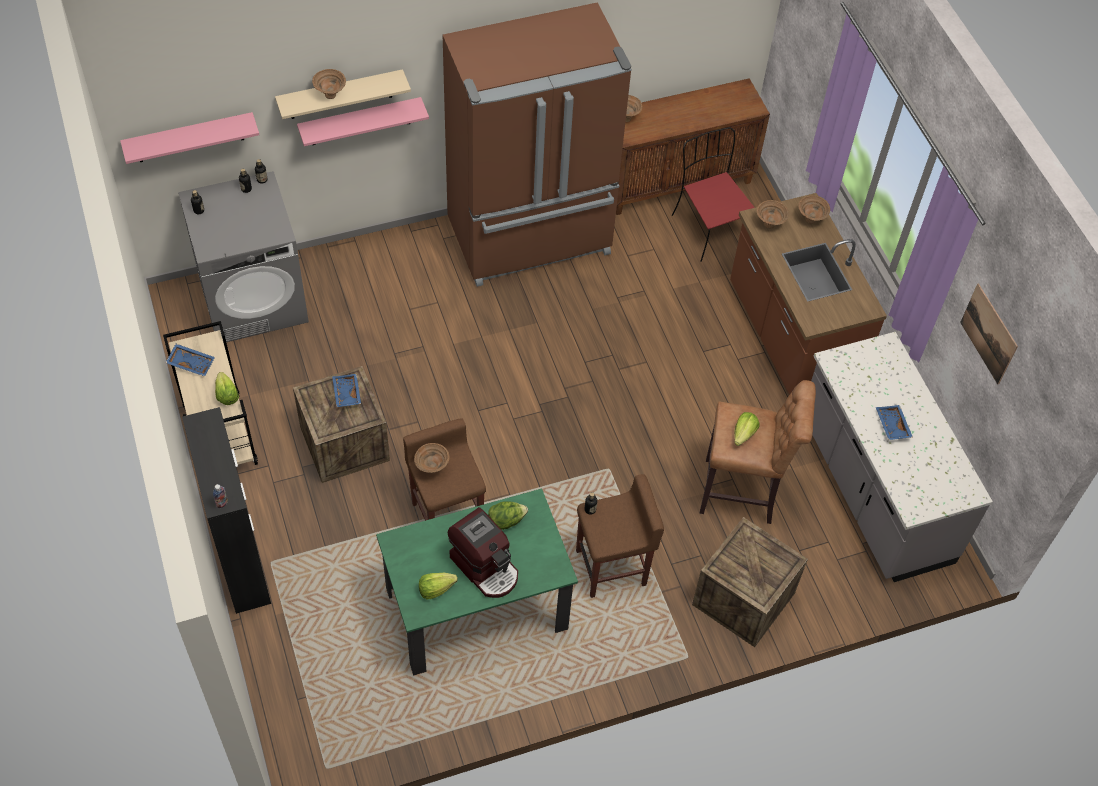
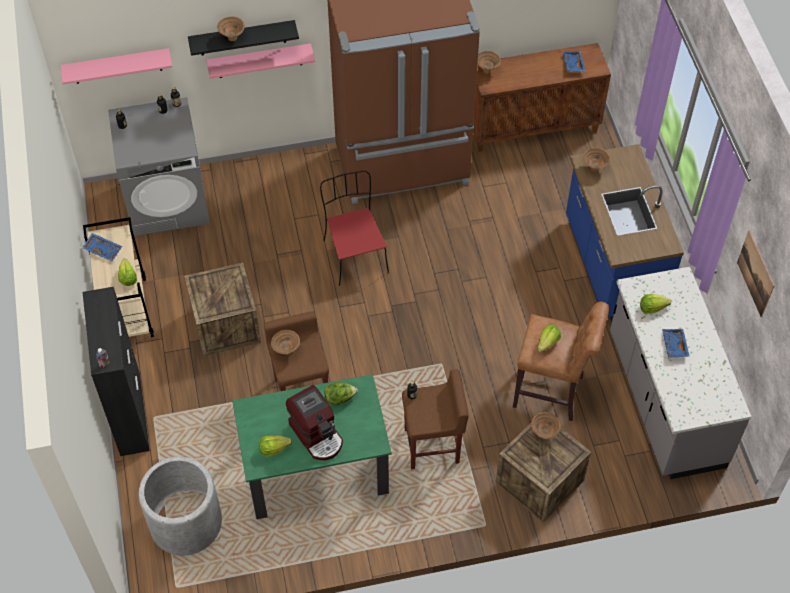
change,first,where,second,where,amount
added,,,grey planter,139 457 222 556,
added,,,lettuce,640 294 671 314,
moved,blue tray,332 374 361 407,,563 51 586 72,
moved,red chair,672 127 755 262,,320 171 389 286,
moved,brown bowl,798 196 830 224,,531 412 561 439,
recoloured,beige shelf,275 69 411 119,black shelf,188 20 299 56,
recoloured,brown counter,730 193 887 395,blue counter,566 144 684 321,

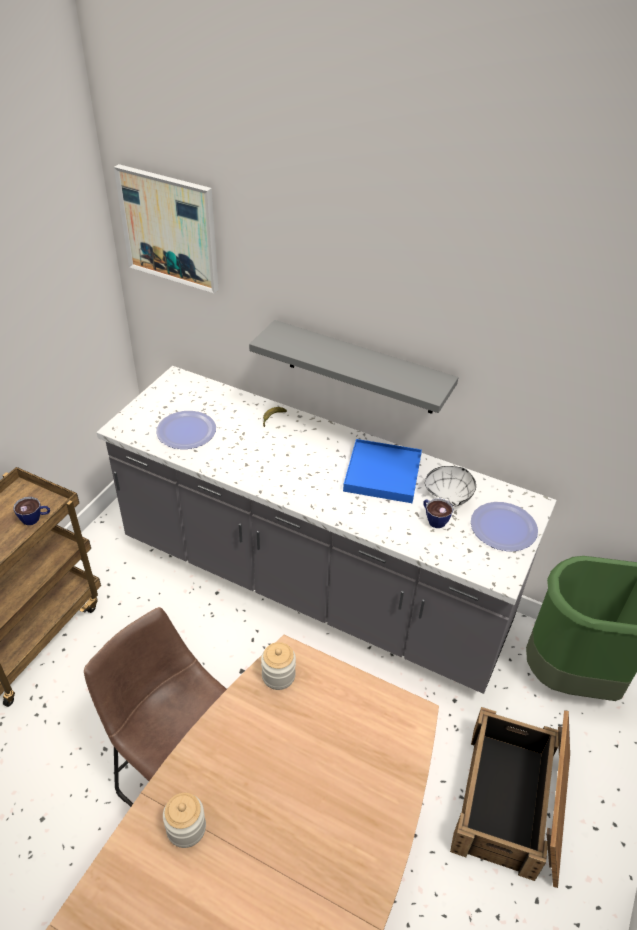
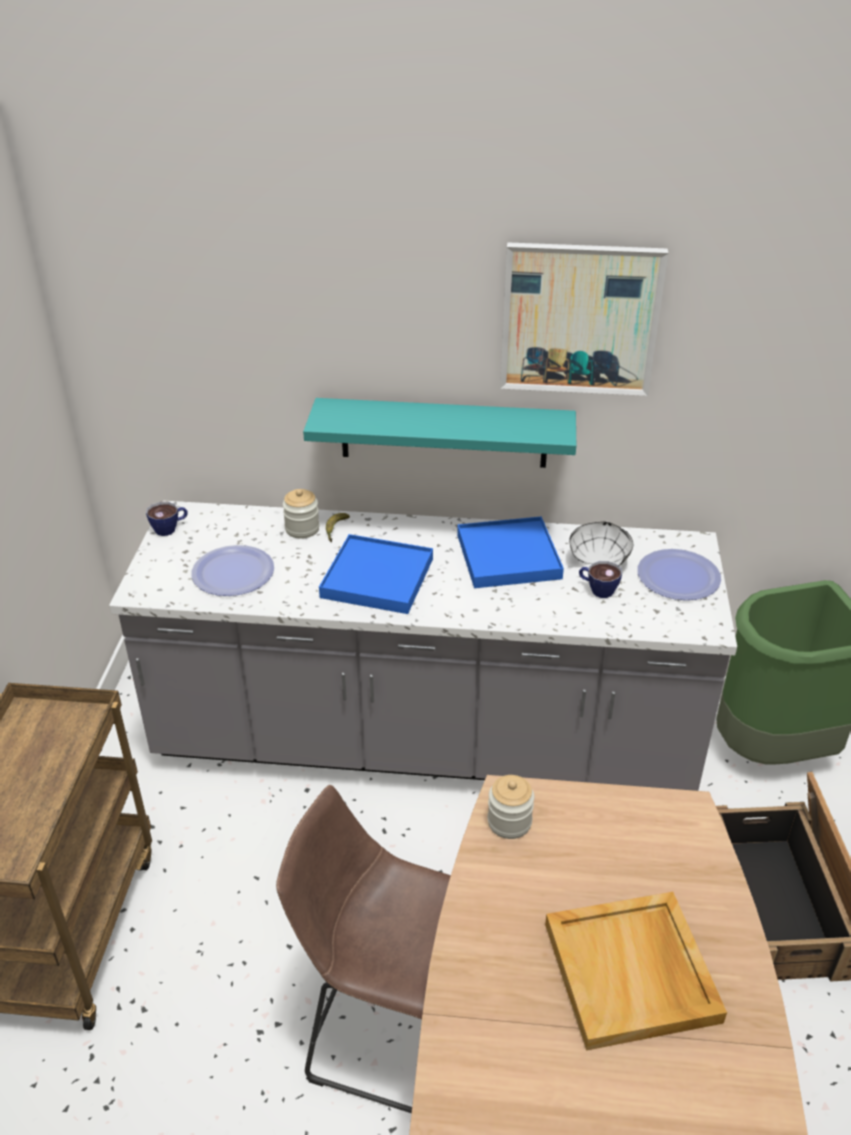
change,first,where,second,where,amount
added,,,blue tray,319 534 433 614,
added,,,beige tray,545 892 727 1051,
moved,cup,13 497 50 525,,146 502 187 536,
moved,picture,114 164 219 294,,500 242 668 396,
moved,jar,163 793 206 848,,282 489 320 539,
recoloured,grey shelf,249 320 458 414,turquoise shelf,303 398 576 468,

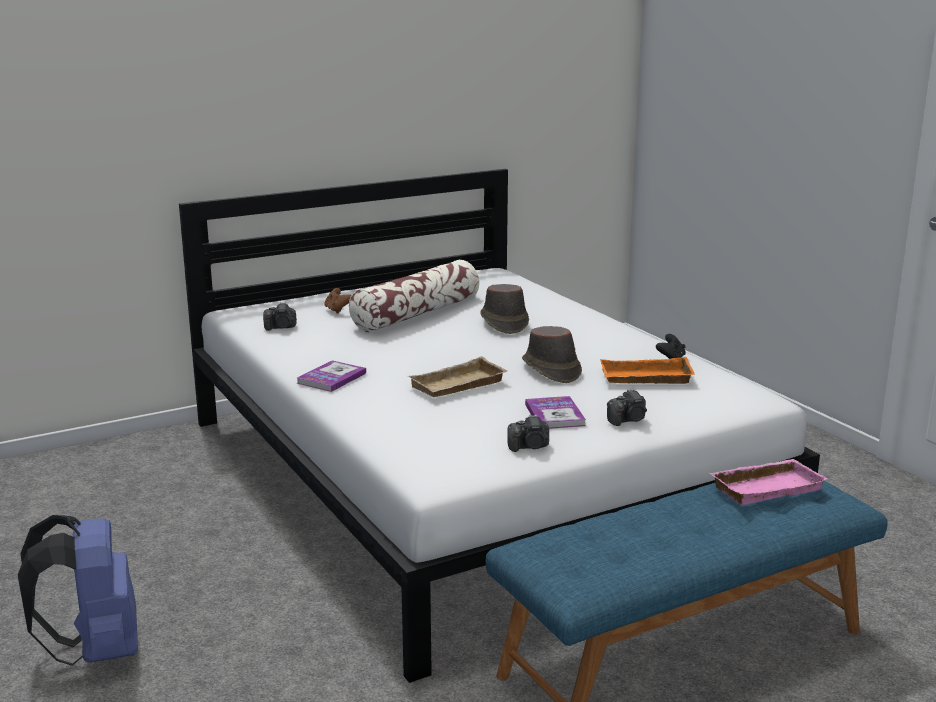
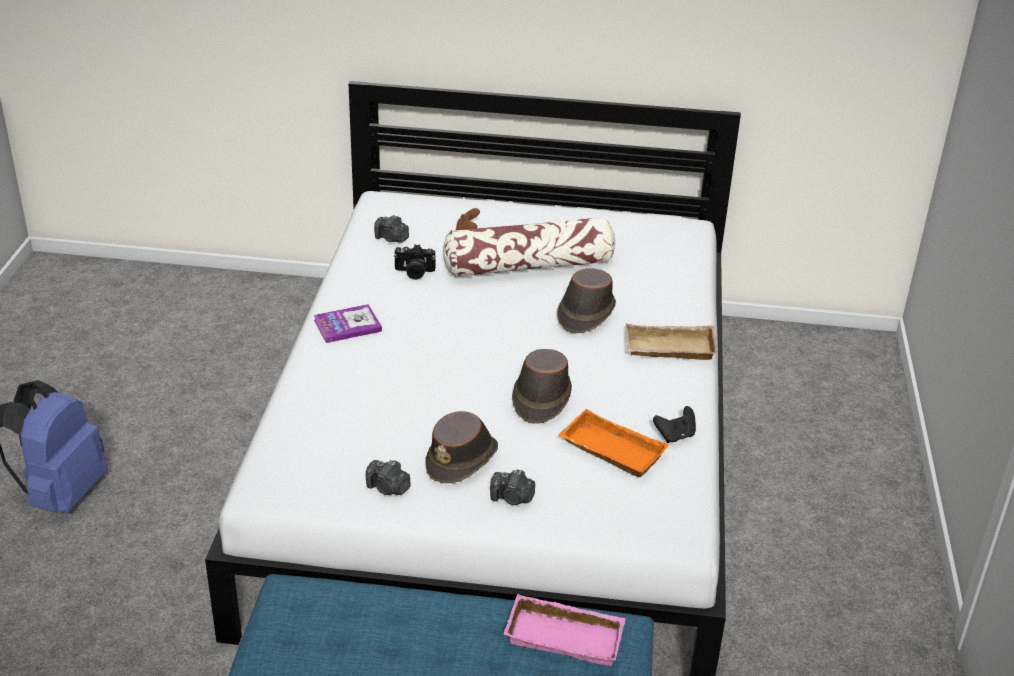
change,first,where,second,where,amount
added,,,photo camera,394 244 435 280,
moved,beige tray,408 356 507 397,,625 324 718 360,
replaced,book,525 396 586 429,brown hat,425 411 498 483,

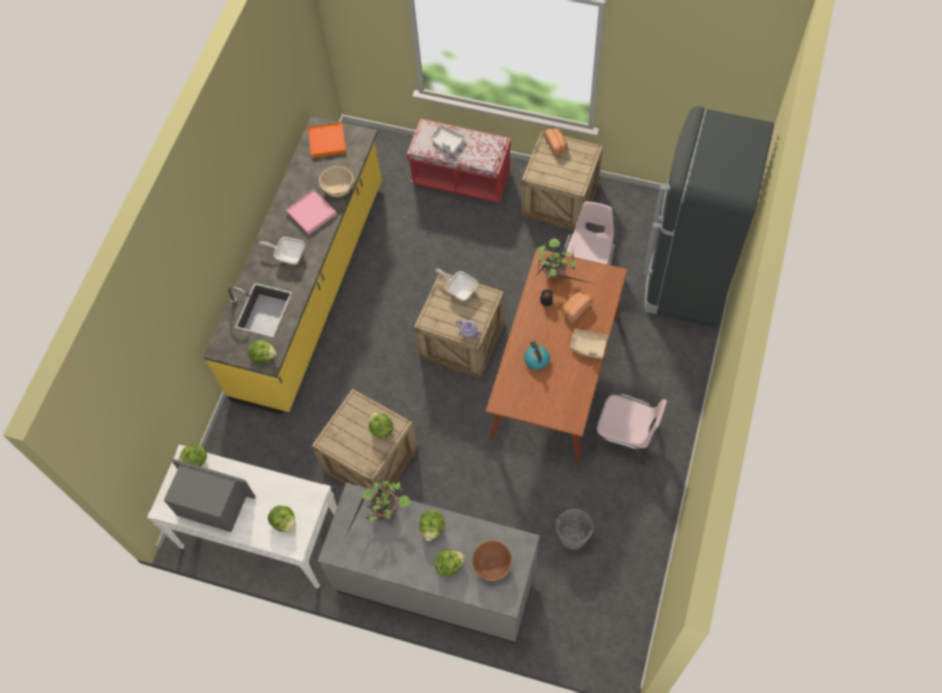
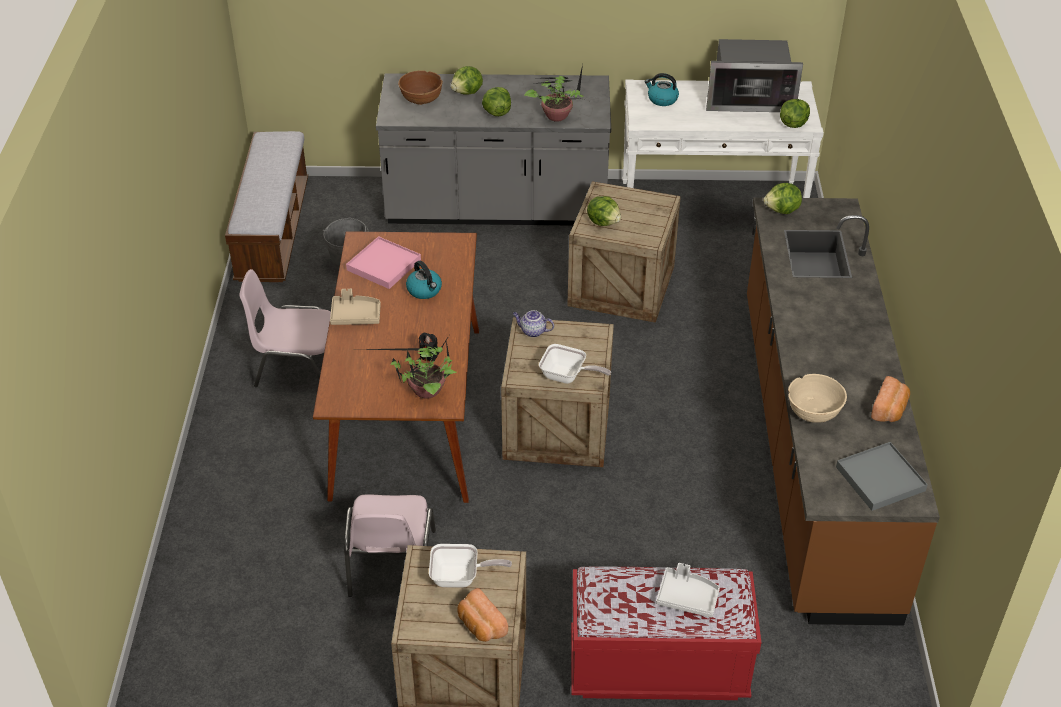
change,first,where,second,where,amount
removed,black fridge,644 106 774 328,,,
added,,,bench,225 131 308 282,
moved,frying pan,258 237 305 265,,429 544 512 588,
moved,pink tray,286 190 337 235,,346 236 421 289,
moved,bread,562 292 591 323,,871 376 910 422,
replaced,lettuce,268 505 296 532,kettle,645 73 679 106,
recoloured,yellow counter,204 116 382 414,brown counter,747 197 940 626,
recoloured,orange tray,308 122 346 158,grey tray,836 442 928 511,

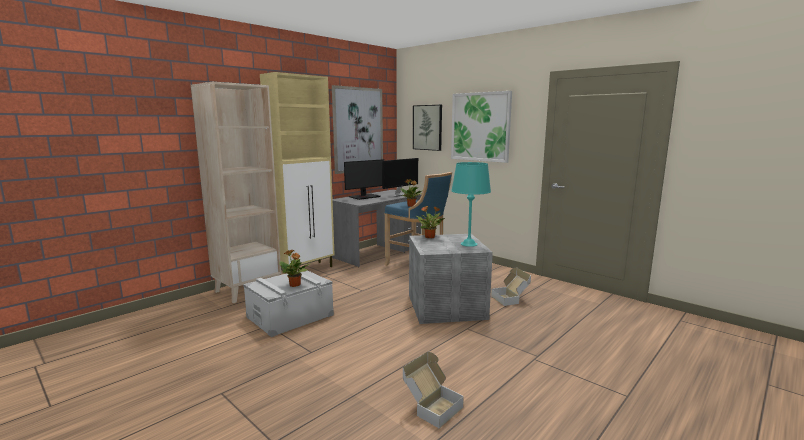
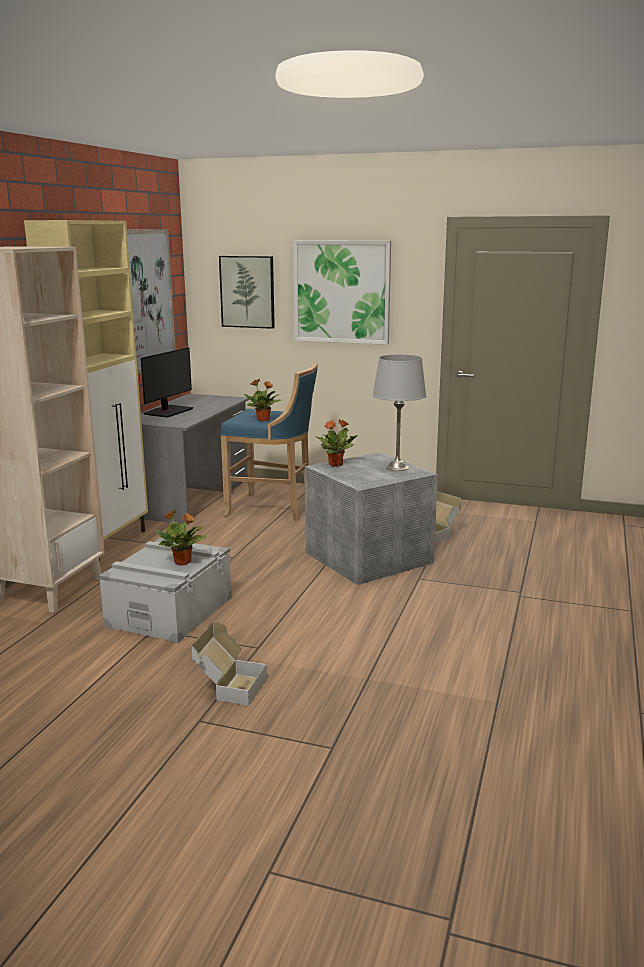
change,first,where,second,where,amount
removed,monitor,382 158 418 197,,,
moved,cardboard box,403 352 464 428,,192 622 267 706,
recoloured,turquoise table lamp,451 162 491 247,grey table lamp,373 354 426 471,

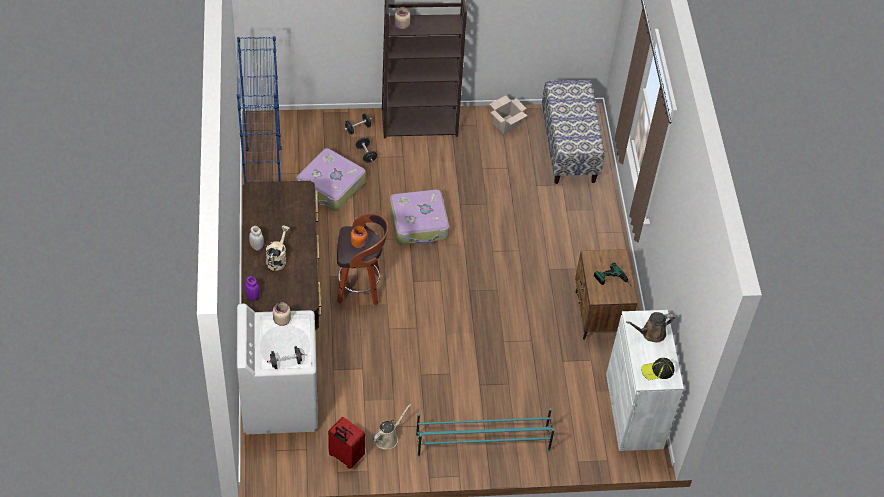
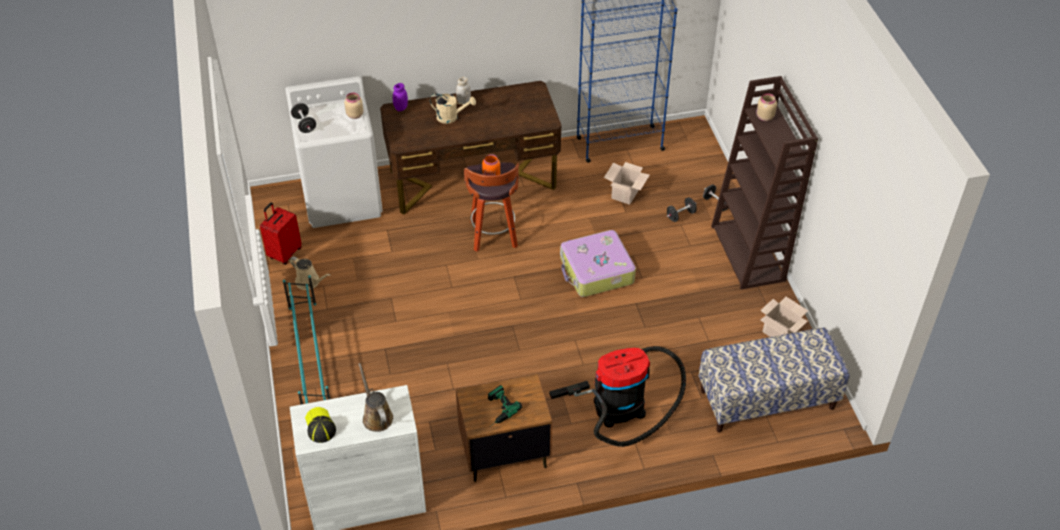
change,first,where,second,where,amount
added,,,vacuum cleaner,549 346 686 447,
replaced,suitcase,297 148 365 211,cardboard box,604 162 650 205,

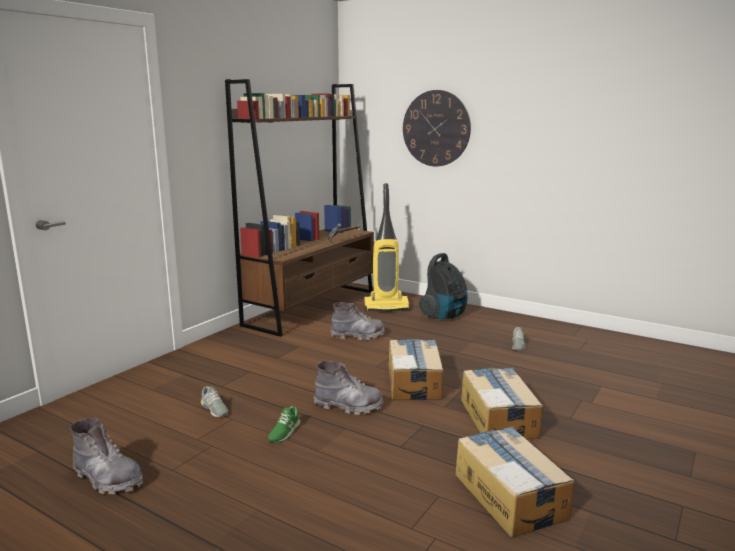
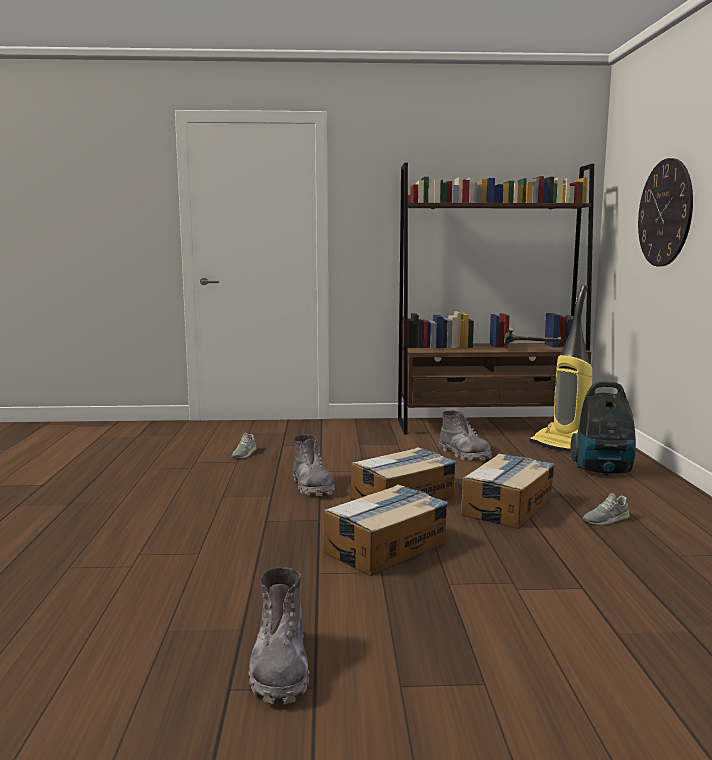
change,first,where,second,where,amount
removed,green shoe,268 406 300 442,,,
moved,grey boot,70 418 143 494,,248 567 309 704,
moved,cardboard box,456 427 574 538,,461 453 554 529,

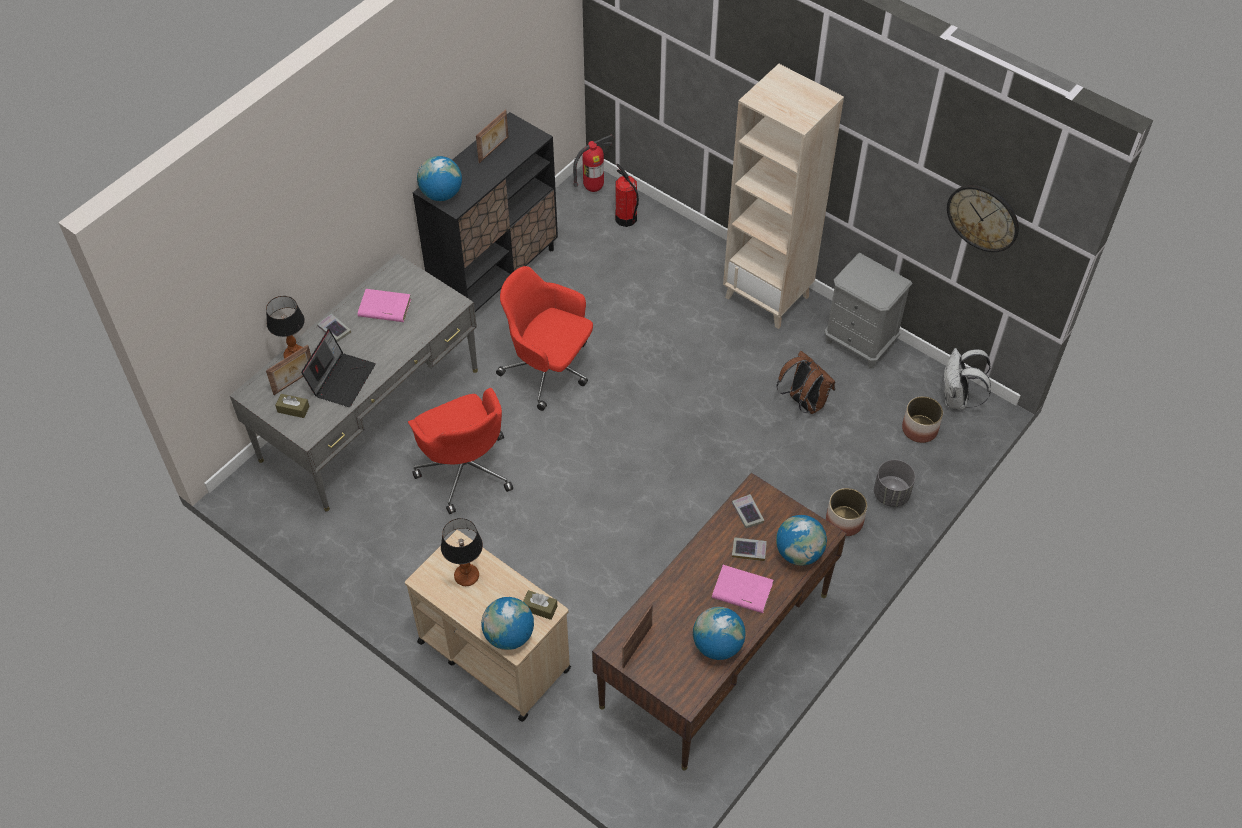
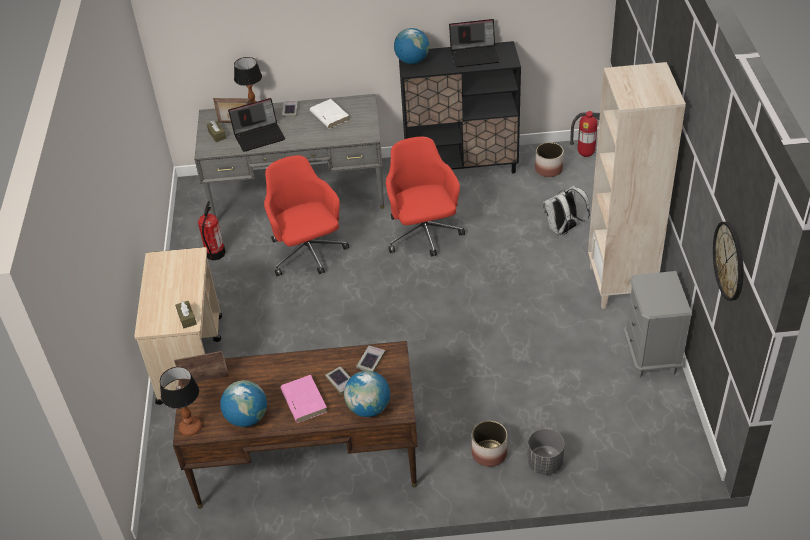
change,first,where,second,where,amount
removed,globe,481 597 534 650,,,
removed,brown backpack,776 351 835 414,,,
moved,table lamp,441 518 483 586,,160 367 202 436,
moved,fire extinguisher,615 164 639 227,,198 201 226 260,
moved,planter,902 396 943 443,,535 142 564 177,
moved,white backpack,942 348 991 409,,543 185 590 235,
replaced,picture frame,476 109 508 163,laptop,449 19 500 67,
recoloured,pink book,358 289 411 322,white book,310 99 349 129,
turned,red office chair,408 388 513 514,,264 155 349 276,135 degrees clockwise

